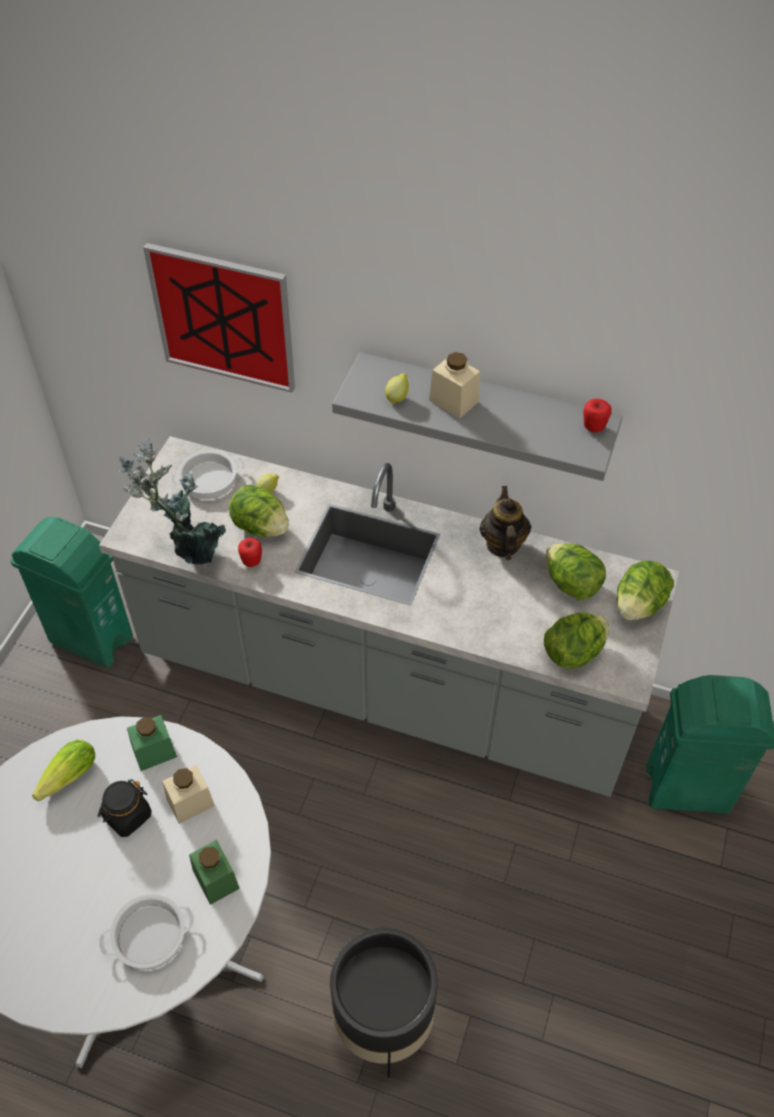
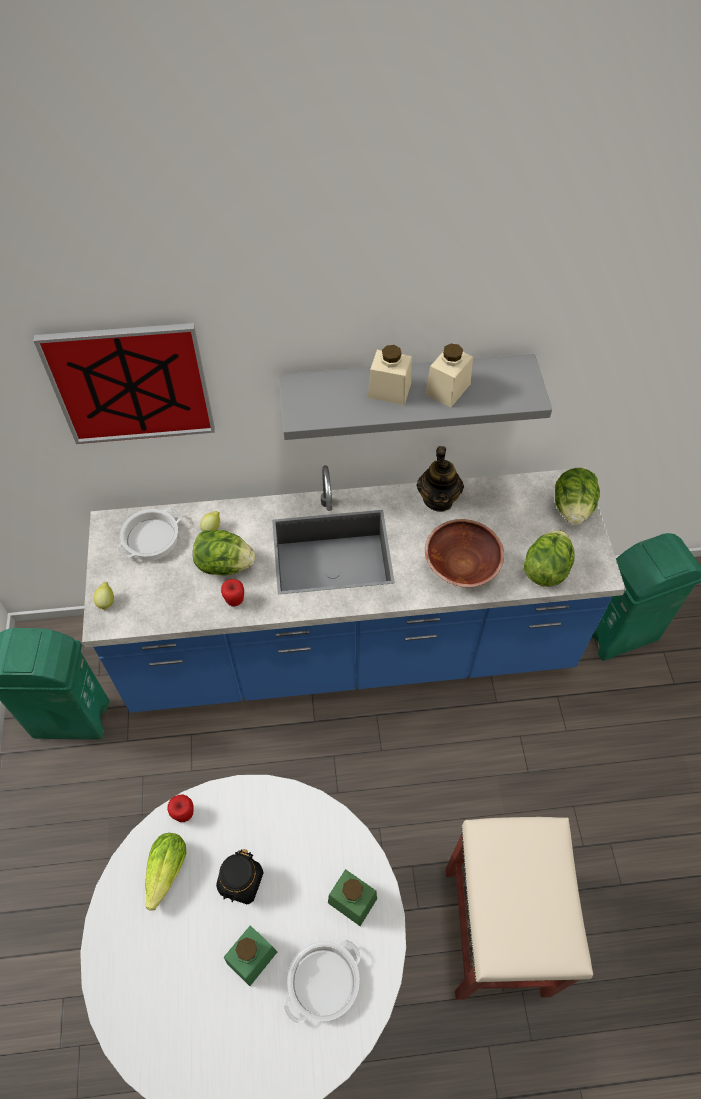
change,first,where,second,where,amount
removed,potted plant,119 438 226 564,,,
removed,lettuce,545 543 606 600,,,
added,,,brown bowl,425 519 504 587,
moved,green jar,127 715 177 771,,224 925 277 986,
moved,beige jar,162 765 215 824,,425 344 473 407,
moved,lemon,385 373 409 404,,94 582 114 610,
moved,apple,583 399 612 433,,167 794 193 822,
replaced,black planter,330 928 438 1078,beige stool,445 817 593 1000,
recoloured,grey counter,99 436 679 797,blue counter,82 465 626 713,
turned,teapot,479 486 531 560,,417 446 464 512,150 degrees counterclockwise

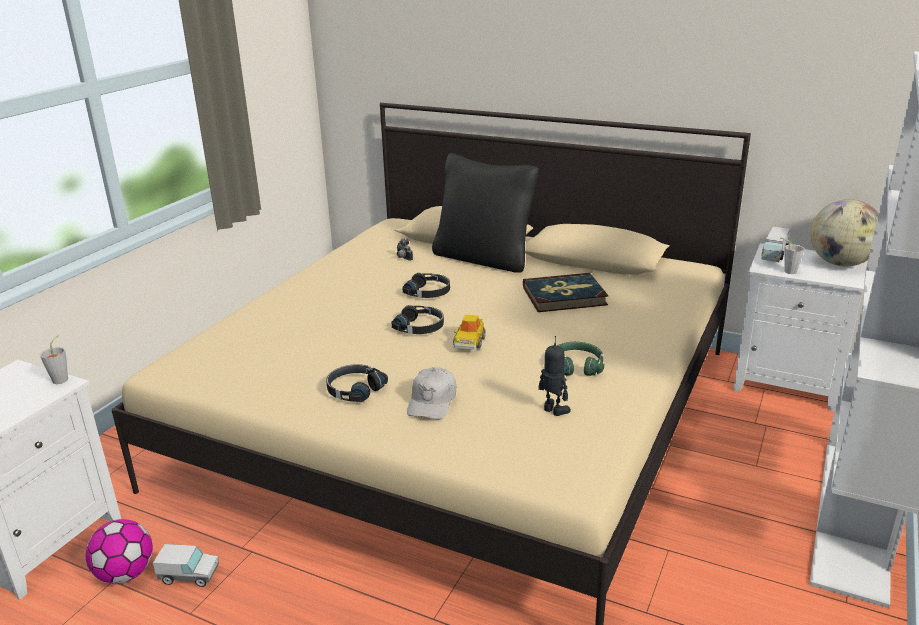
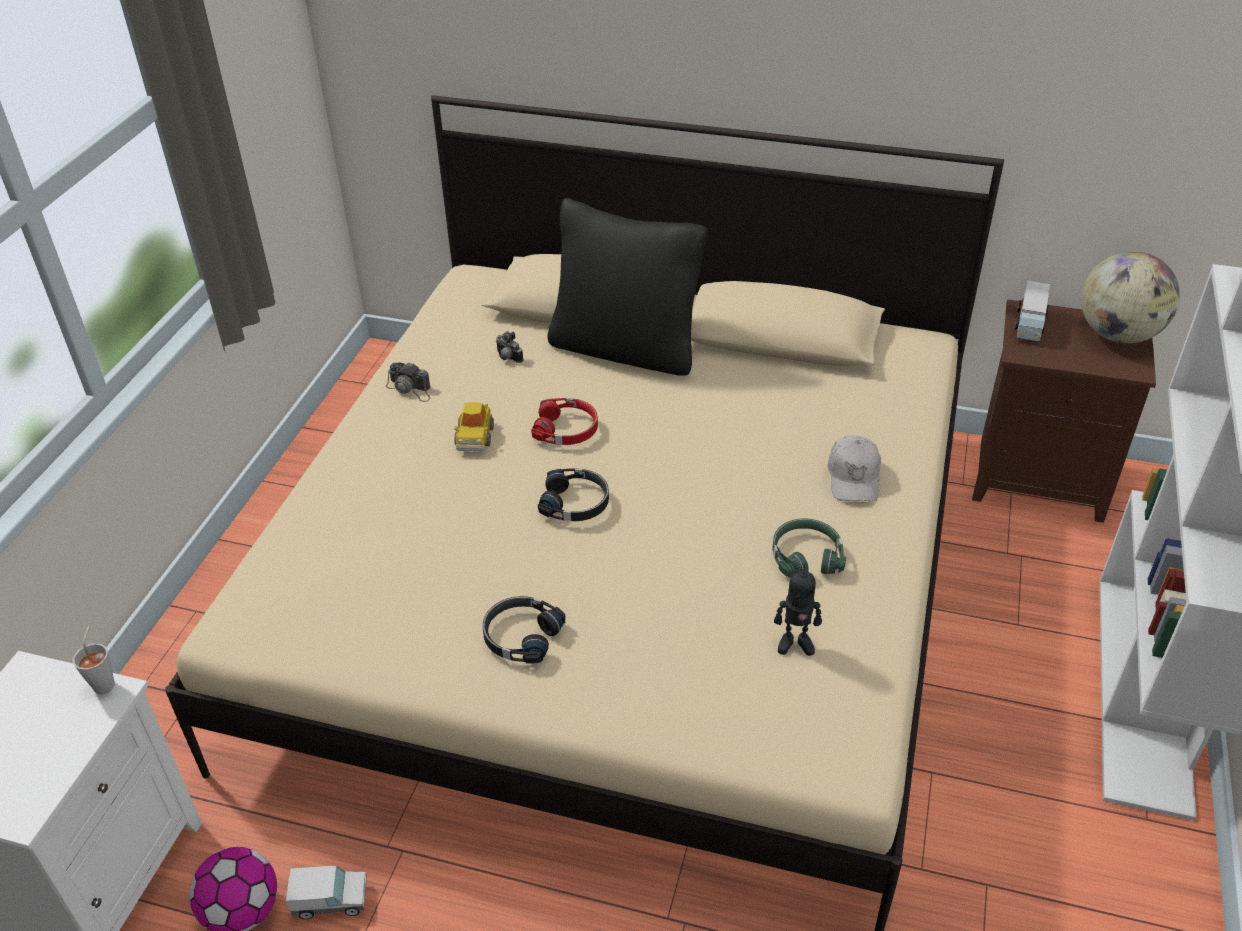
change,first,where,second,where,amount
removed,book,523 273 608 312,,,
removed,grey cup,780 237 805 274,,,
added,,,photo camera,386 362 430 402,
moved,white cap,407 367 456 419,,827 435 881 502,
moved,toy car,453 315 486 350,,454 402 494 451,
recoloured,black headphones,402 273 450 298,red headphones,531 398 598 445,
recoloured,white nightstand,733 243 868 412,brown nightstand,972 299 1156 523,
turned,toy robot,538 336 571 416,,774 564 822 656,150 degrees clockwise

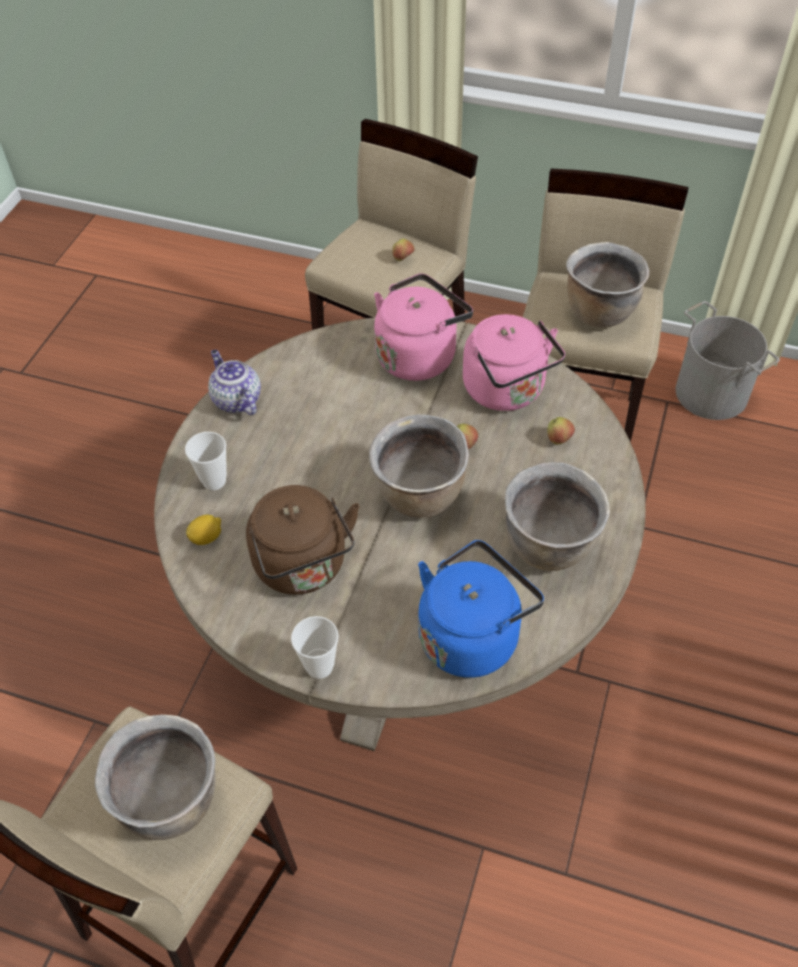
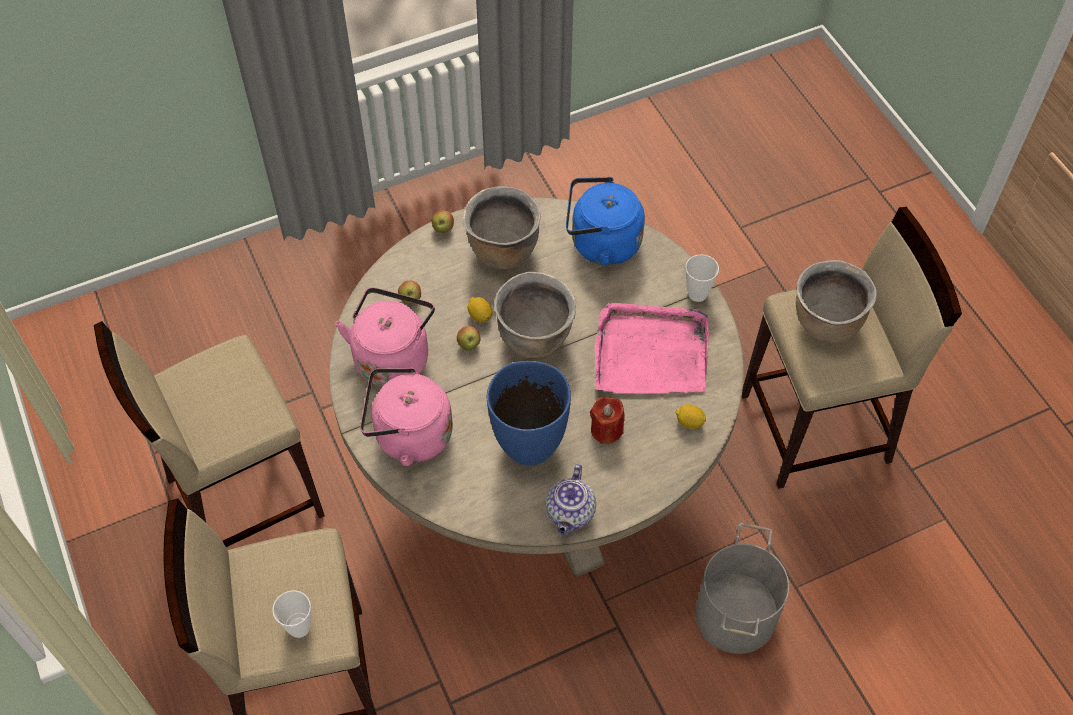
change,first,where,second,where,amount
removed,brown cooking pot,566 242 649 327,,,
added,,,lemon,468 297 492 323,
added,,,blue vase,487 361 571 465,
added,,,red candle,590 397 625 444,
moved,cup,185 432 227 490,,272 591 311 638,
moved,apple,392 239 415 261,,432 210 454 233,
moved,grey bucket,676 301 780 420,,695 523 789 654,
replaced,brown kettle,246 485 360 595,pink tray,595 303 709 393,

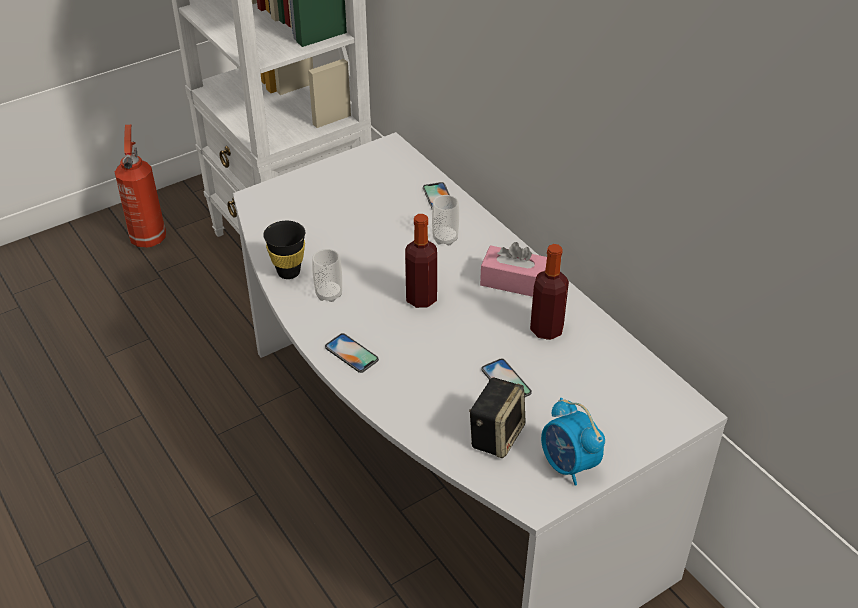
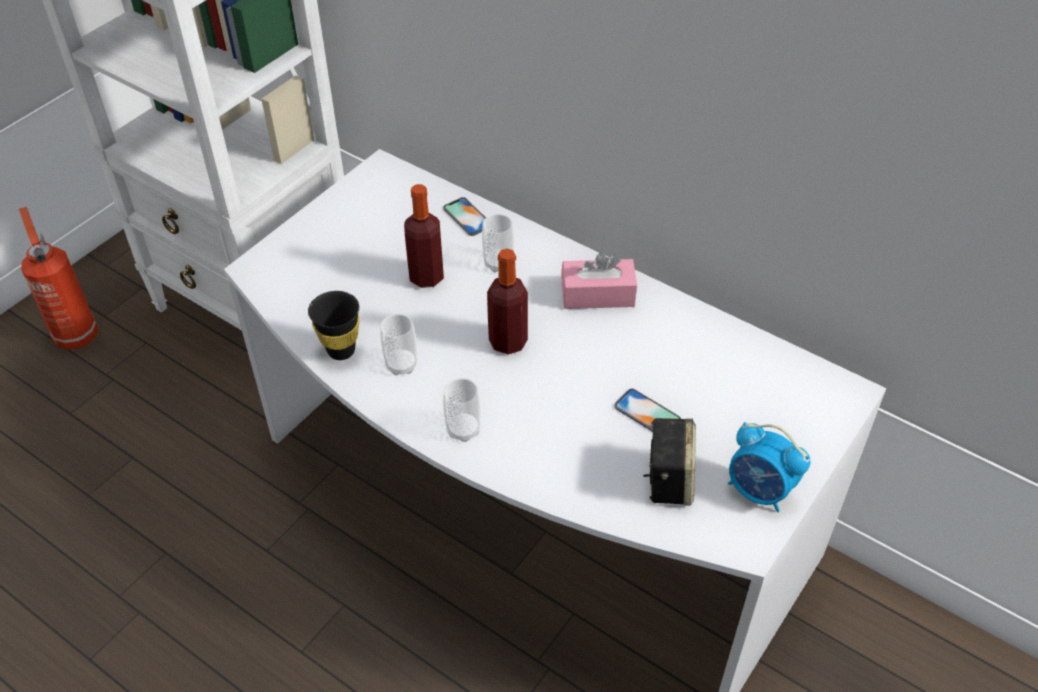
change,first,where,second,where,amount
moved,bottle,530 244 569 340,,404 184 444 288,
replaced,phone,325 333 379 373,cup,443 378 481 442,

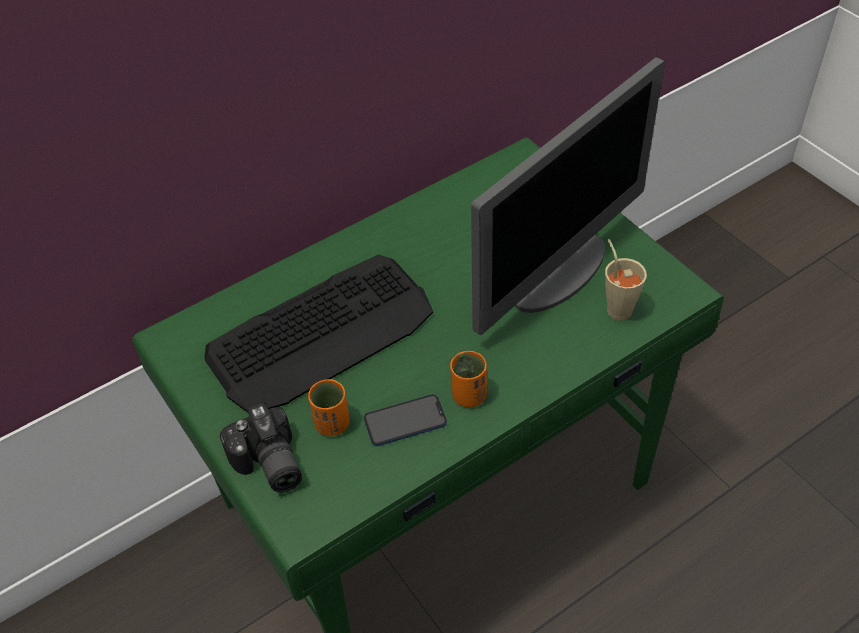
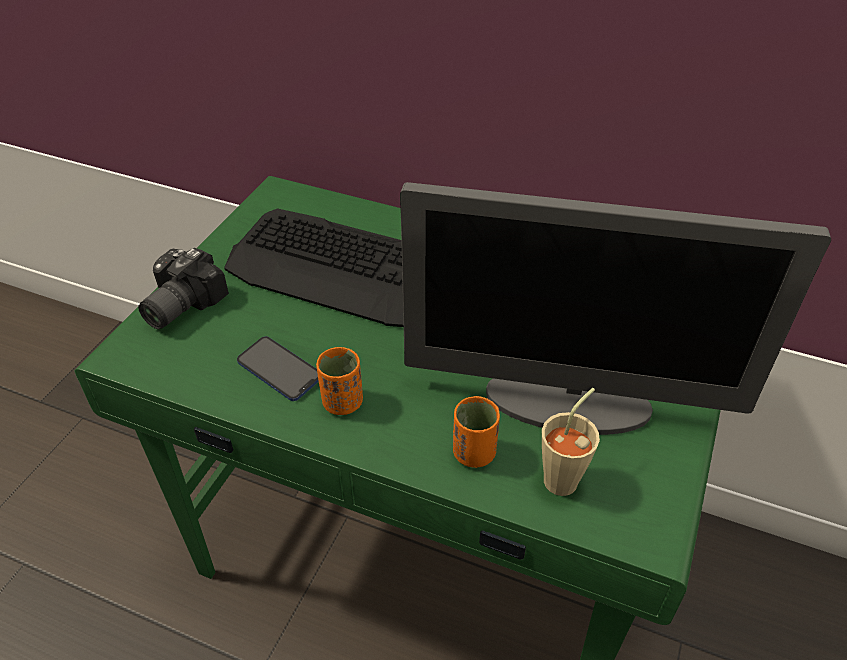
change,first,where,second,where,amount
moved,orange cup,308 379 350 436,,453 396 500 468,

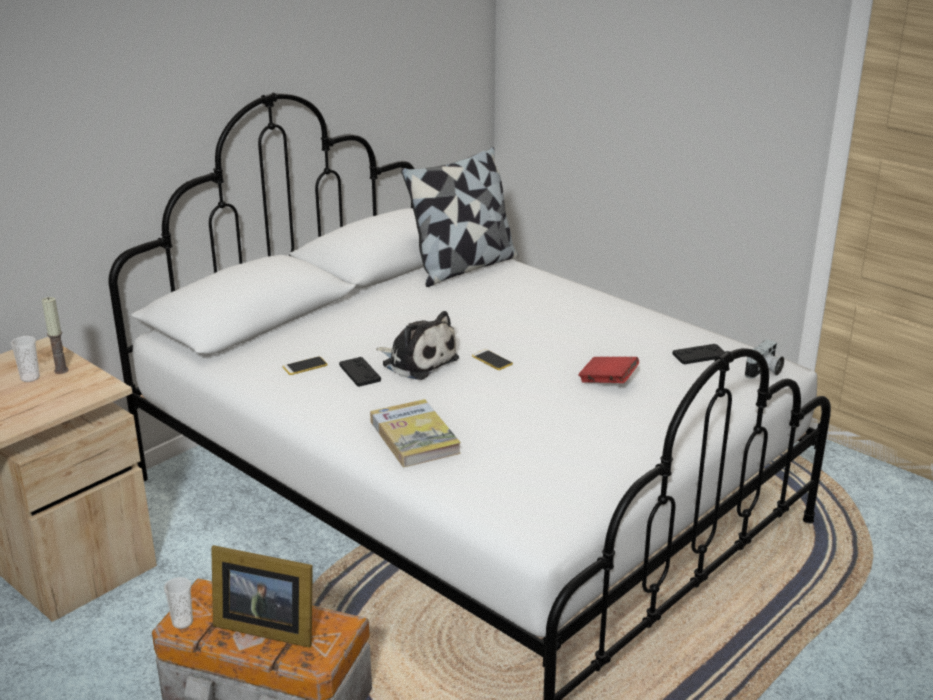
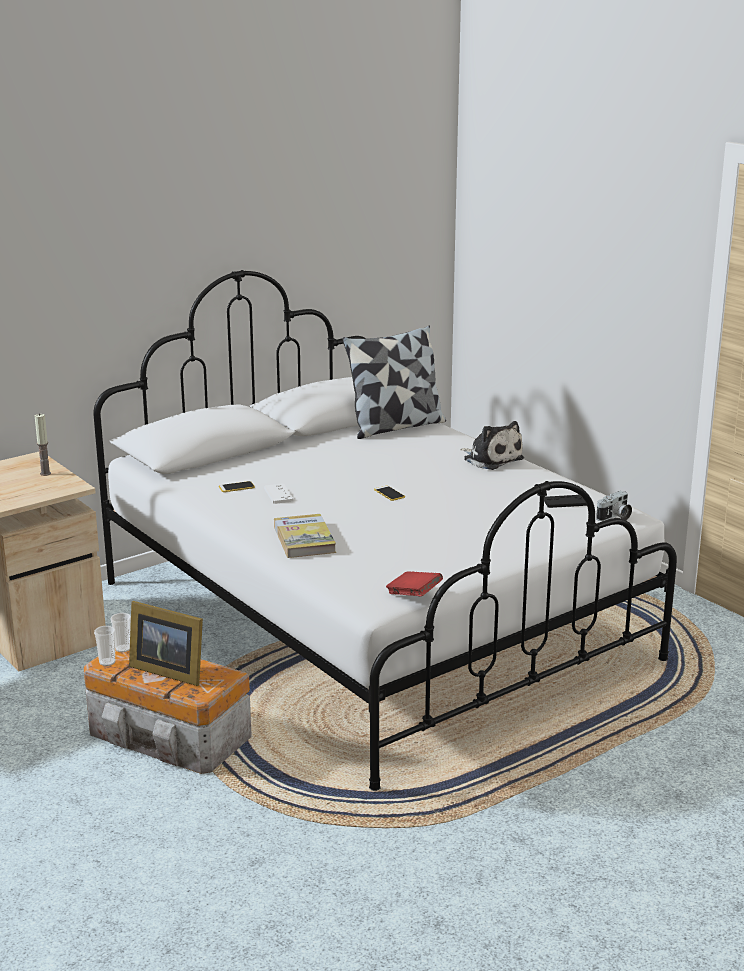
change,first,where,second,where,amount
moved,cup,10 336 40 382,,110 613 131 652,
moved,plush toy,376 311 459 380,,460 421 524 470,
moved,red book,578 356 639 383,,386 571 443 597,
recoloured,black game controller,339 357 381 387,white game controller,264 483 293 504,

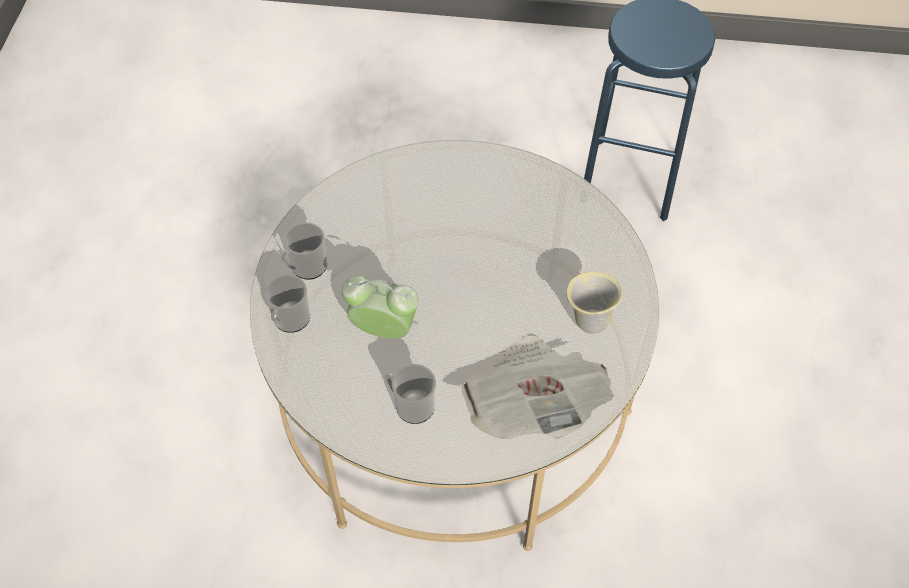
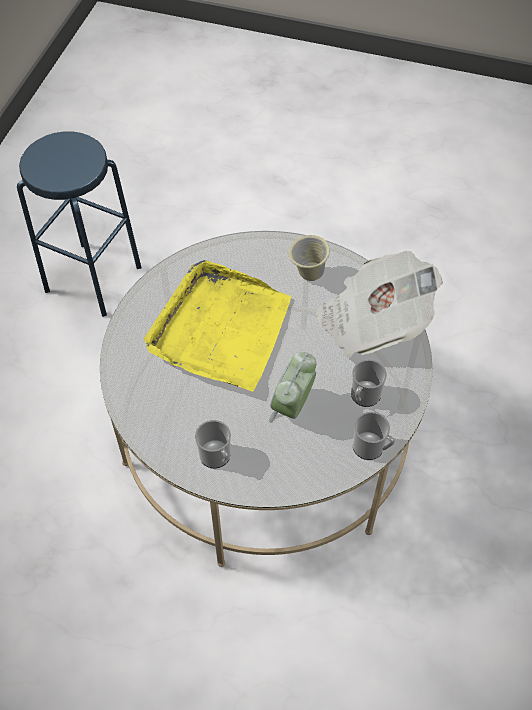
change,first,where,second,where,amount
added,,,yellow tray,144 260 291 392,
moved,mug,265 274 310 333,,353 412 395 460,

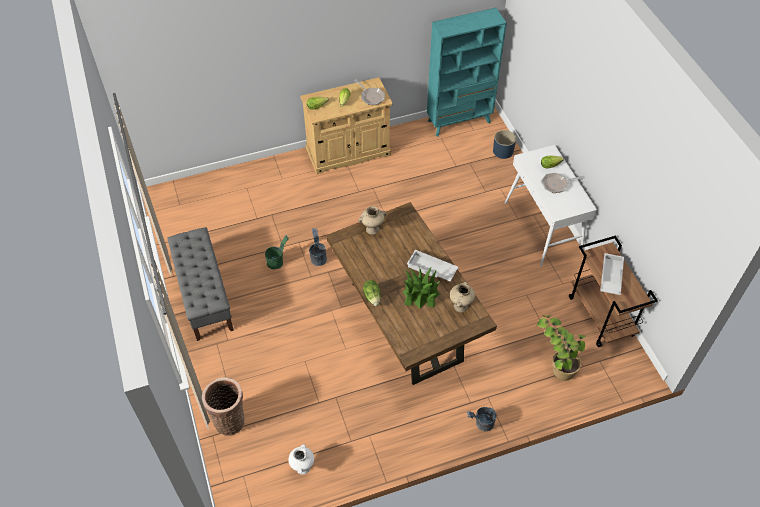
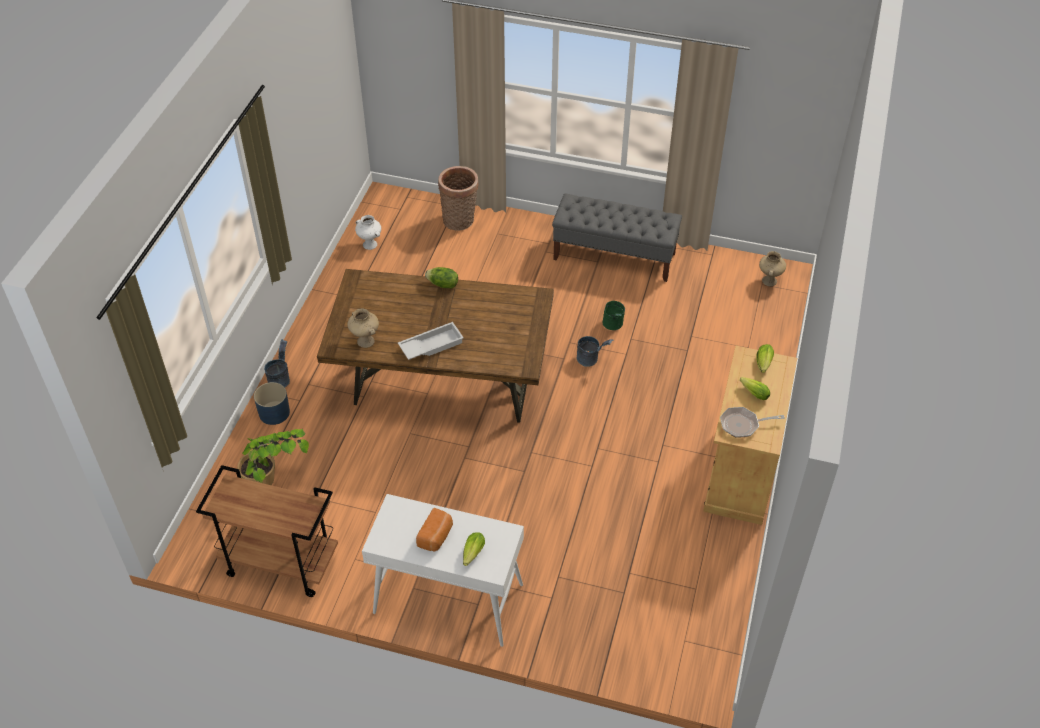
change,first,where,second,where,amount
removed,potted plant,403 266 441 308,,,
removed,turquoise bookcase,427 8 507 137,,,
removed,white tray,600 253 624 295,,,
moved,beige vase,359 206 386 235,,759 251 786 287,
moved,blue planter,493 130 516 159,,254 382 290 425,
replaced,frying pan,542 173 585 193,bread,416 508 453 552,

